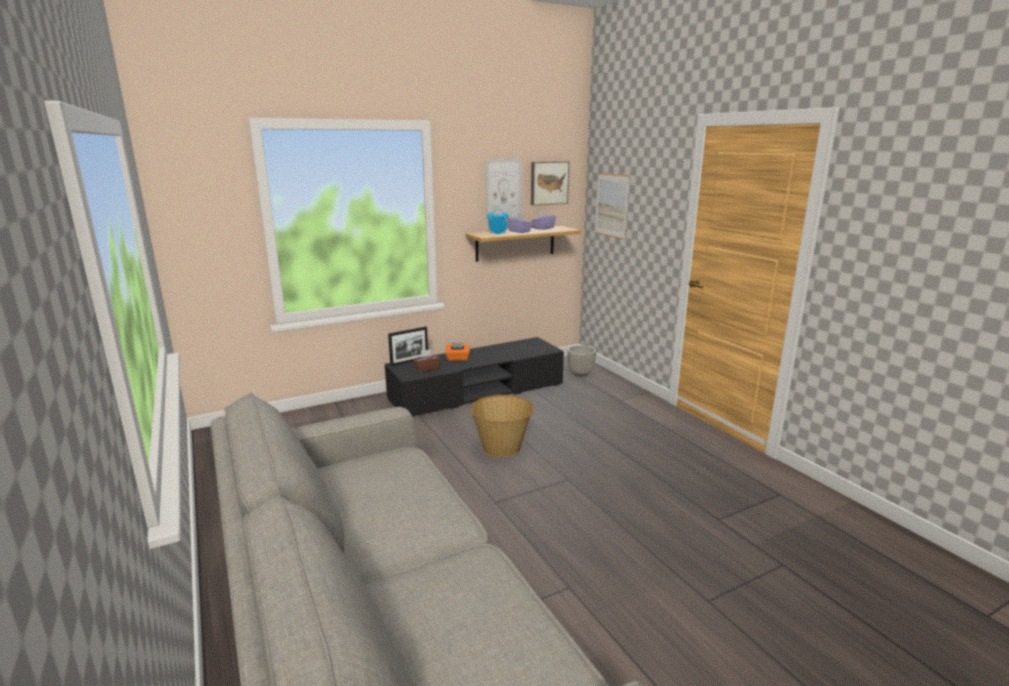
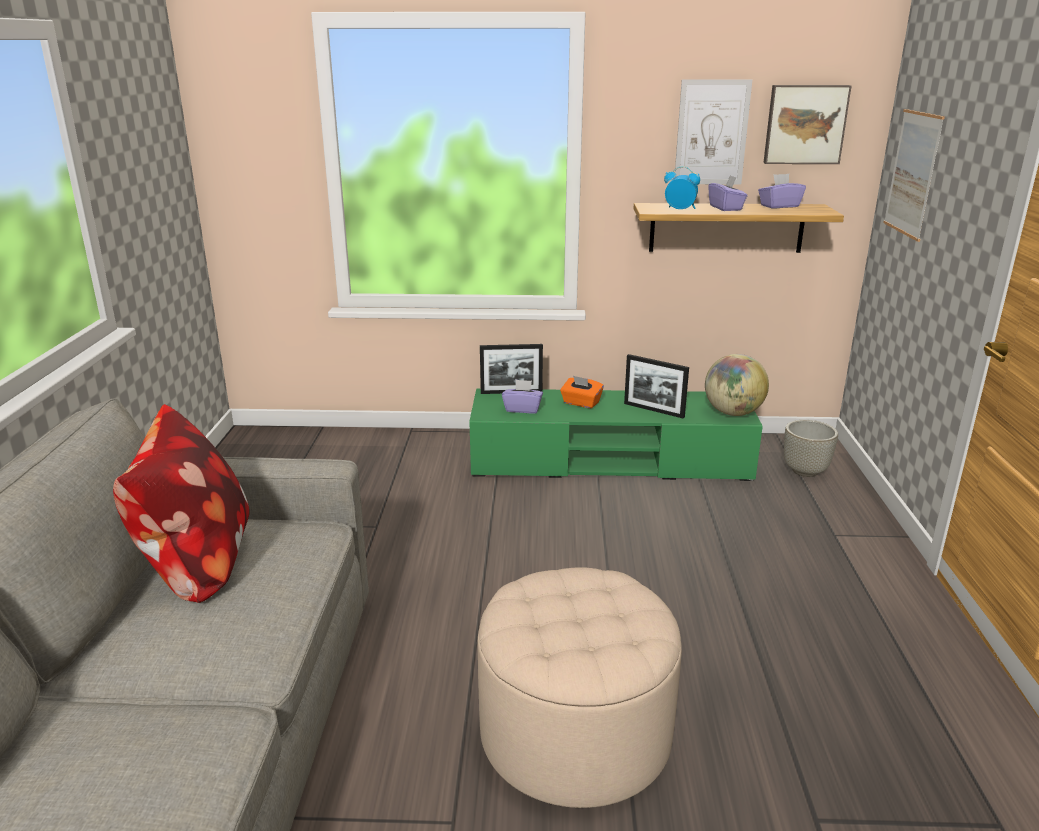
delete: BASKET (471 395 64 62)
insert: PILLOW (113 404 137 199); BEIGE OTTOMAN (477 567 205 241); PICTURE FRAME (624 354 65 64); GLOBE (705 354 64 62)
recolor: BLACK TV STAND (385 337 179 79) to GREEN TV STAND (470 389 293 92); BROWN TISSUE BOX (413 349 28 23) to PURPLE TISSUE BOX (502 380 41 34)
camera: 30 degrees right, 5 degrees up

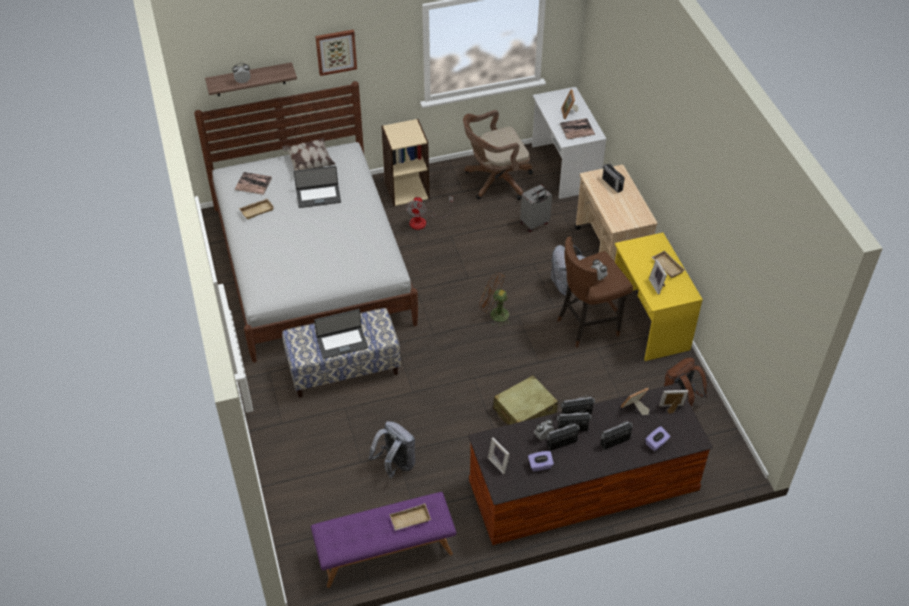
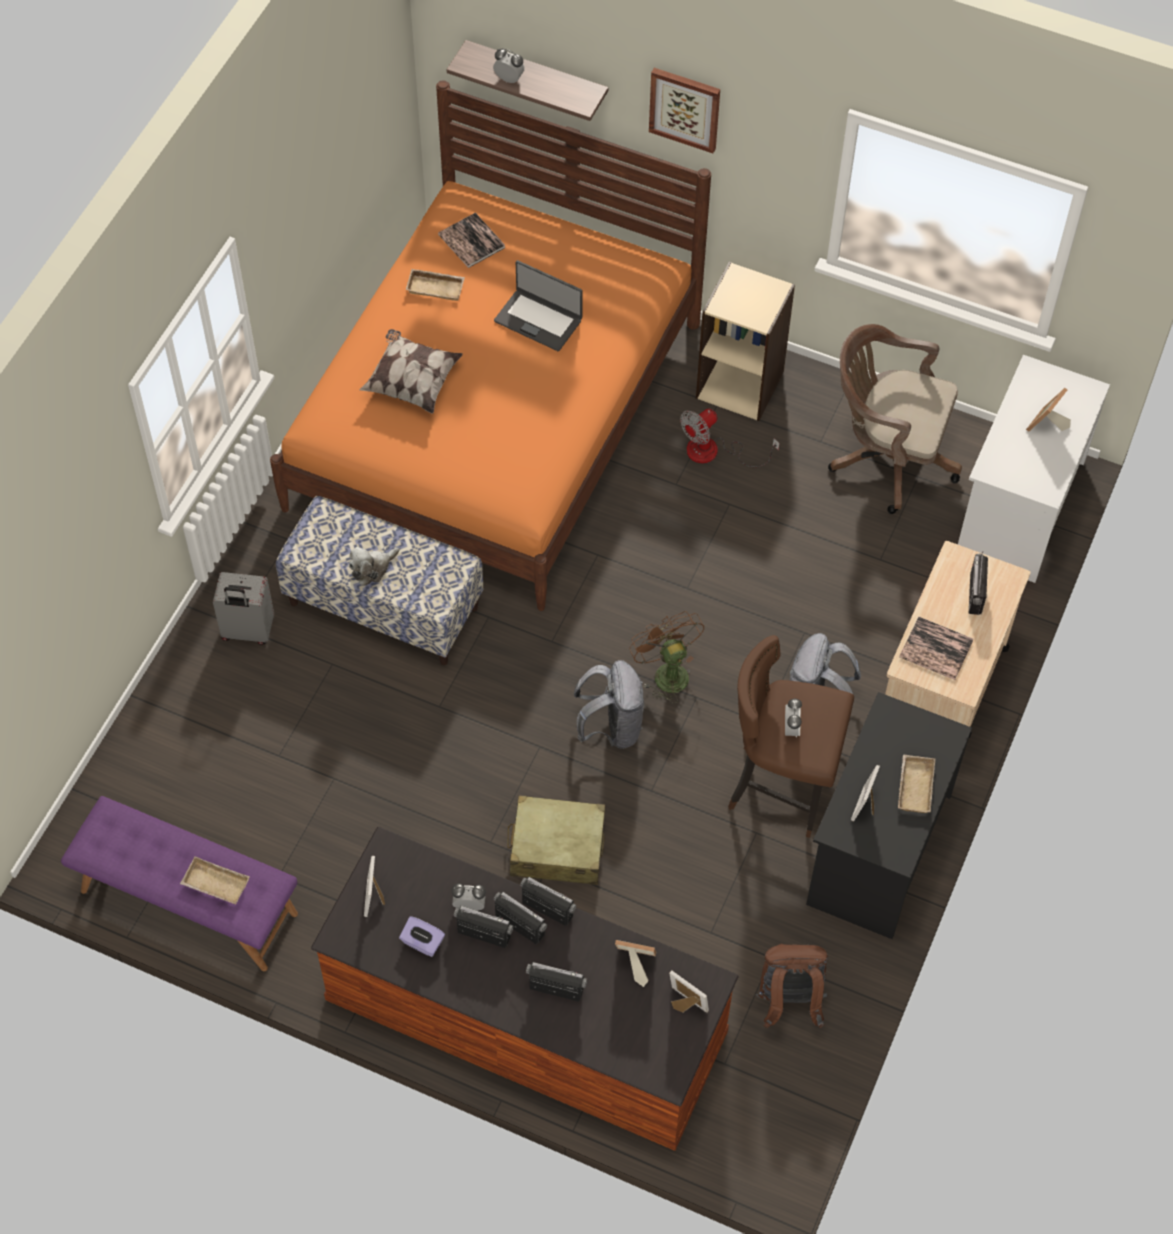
delete: PURPLE TISSUE BOX (645 426 25 25)
move: GREY SUITCASE (520 185 32 47) to (213 572 61 73); PILLOW (282 138 53 33) to (359 329 104 85); GREY BACKPACK (369 421 46 58) to (574 660 70 89); BOOK (560 118 35 22) to (899 617 75 63)
replace: LAPTOP (314 309 54 50) to PLUSH TOY (349 547 51 39)
recolor: WHITE BED (194 81 224 282) to ORANGE BED (270 80 441 531); YELLOW DESK (615 233 88 128) to BLACK DESK (806 692 166 247)
camera: 40 degrees right, 10 degrees up

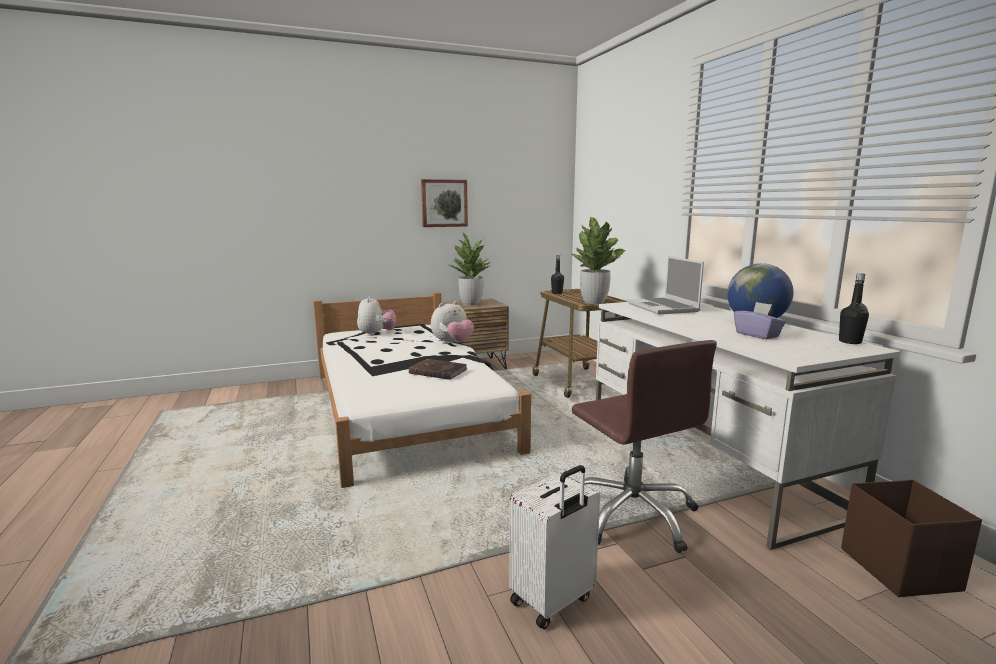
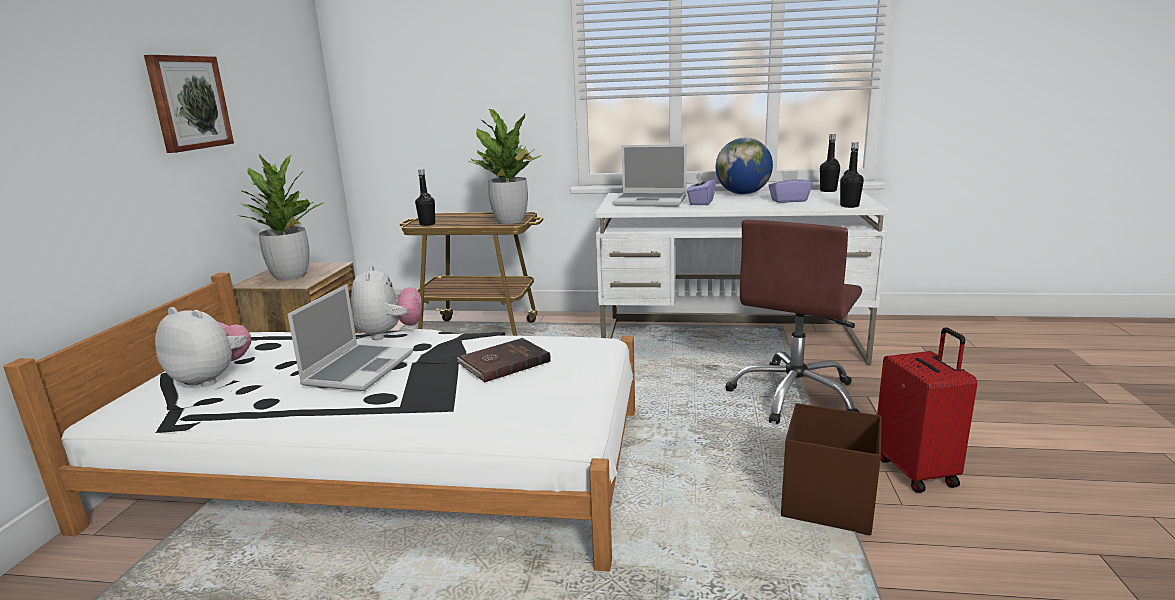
insert: LAPTOP (287 284 126 107); PURPLE TISSUE BOX (687 173 29 32); BLACK BOTTLE (840 142 24 66)
move: BROWN STORAGE BOX (841 479 141 118) to (781 403 100 132)
recolor: WHITE SUITCASE (509 465 91 164) to RED SUITCASE (877 327 101 166)
rotate: BROWN OFFICE CHAIR (572 340 145 213) = (725 220 137 204) 120 degrees clockwise
camera: 60 degrees left, 5 degrees up

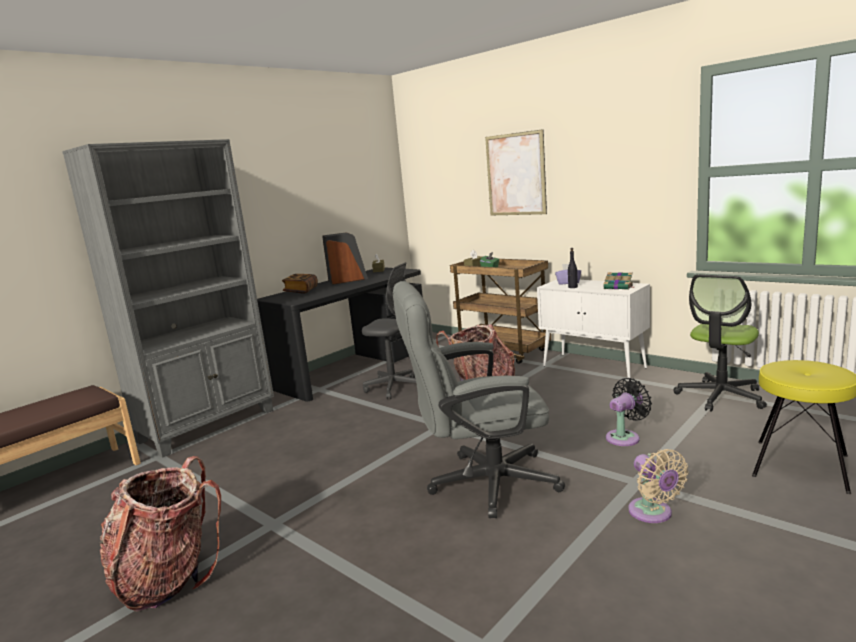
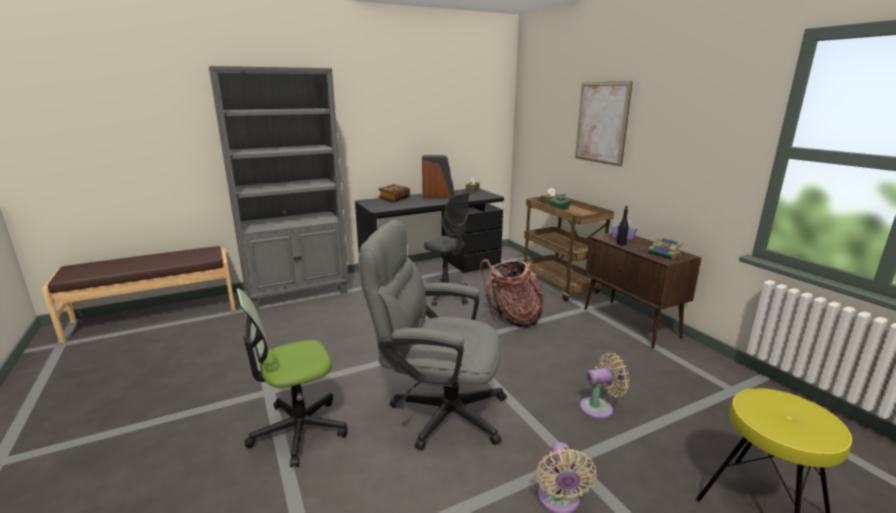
delete: BACKPACK (99 456 122 156)
move: OFFICE CHAIR (674 274 93 138) to (236 288 111 179)
recolor: BLACK FAN (606 378 46 68) to BEIGE FAN (580 352 50 67); WHITE CABINET (537 280 113 101) to BROWN CABINET (584 233 117 115)
camera: 20 degrees right, 5 degrees up

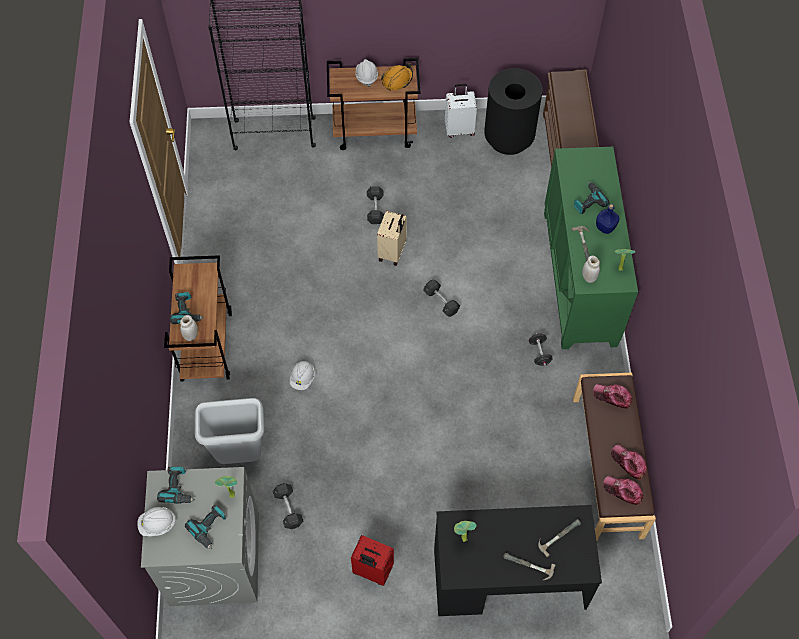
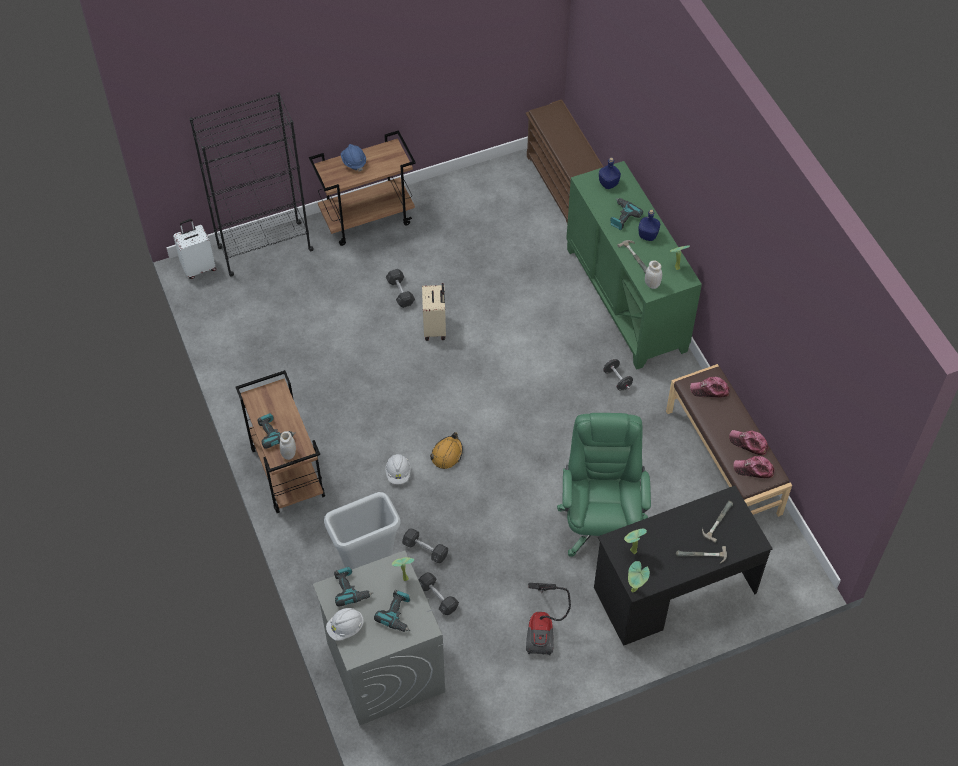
delete: BLACK TRASH CAN (484 68 58 87)
insert: GREEN OFFICE CHAIR (557 413 94 144); BLUE BOTTLE (599 157 22 32); POTTED PLANT (628 561 22 31)
move: WHITE SUITCASE (445 84 32 54) to (173 219 43 60); GREY DUMBBELL (423 279 37 38) to (402 528 46 35); ORANGE HARD HAT (381 62 32 29) to (430 432 33 37)
replace: RED SUITCASE (351 535 43 51) to VACUUM CLEANER (526 583 45 72)
recolor: WHITE HARD HAT (355 59 23 28) to BLUE HARD HAT (341 144 25 28)
camera: 20 degrees left, 5 degrees down

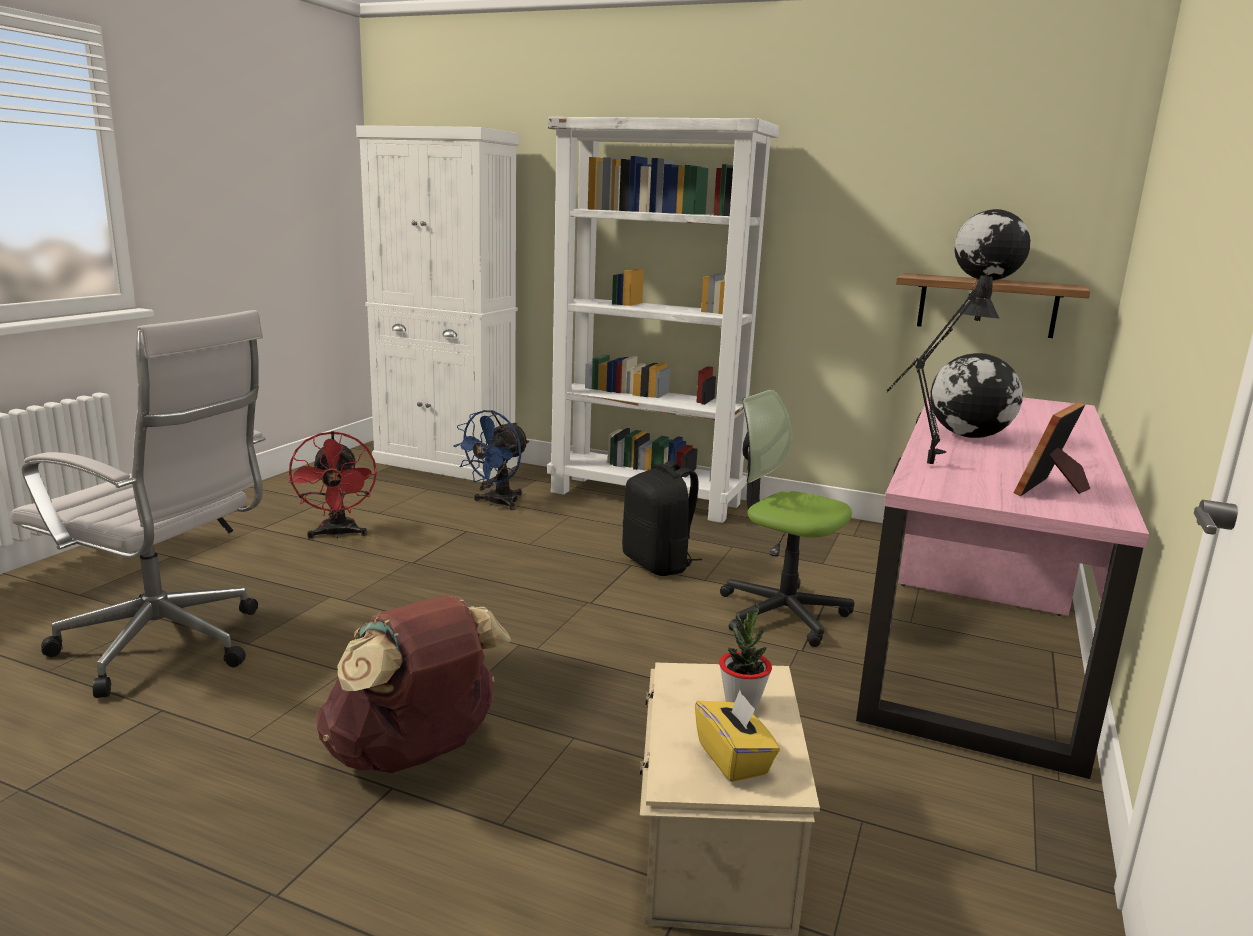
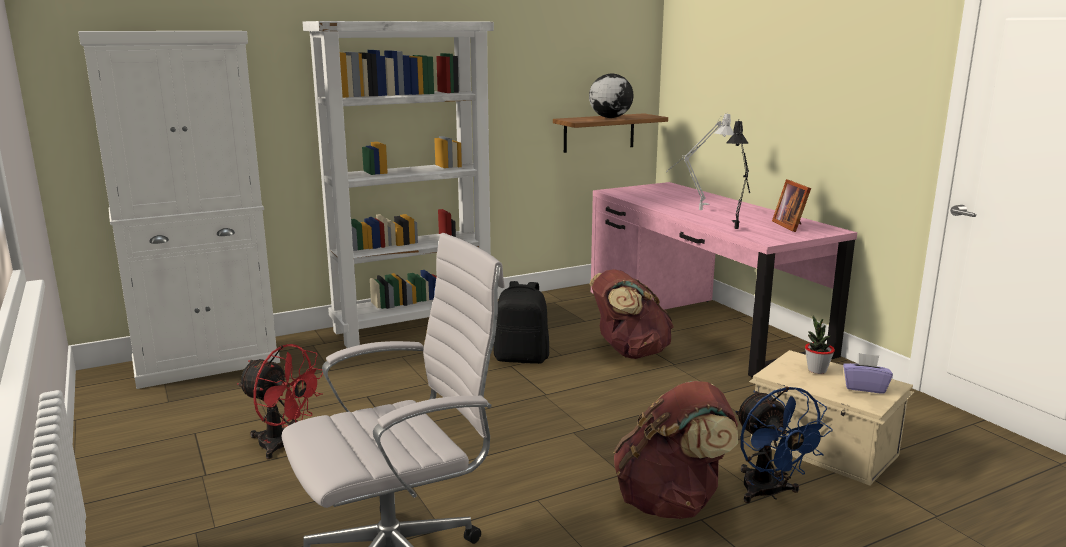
move: BLUE FAN (453 410 76 100) to (736 386 97 117)
replace: OFFICE CHAIR (720 390 134 257) to BROWN BACKPACK (590 269 84 90); GLOBE (930 353 93 85) to GREY TABLE LAMP (666 113 68 97)
recolor: YELLOW TISSUE BOX (695 690 85 92) to PURPLE TISSUE BOX (843 353 50 41)
camera: 50 degrees left, 0 degrees up

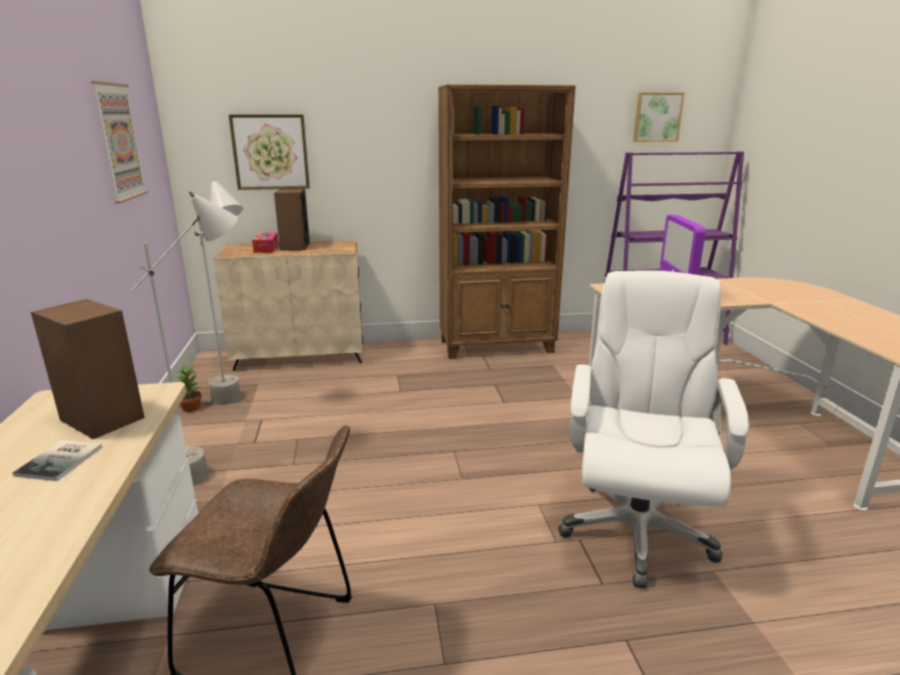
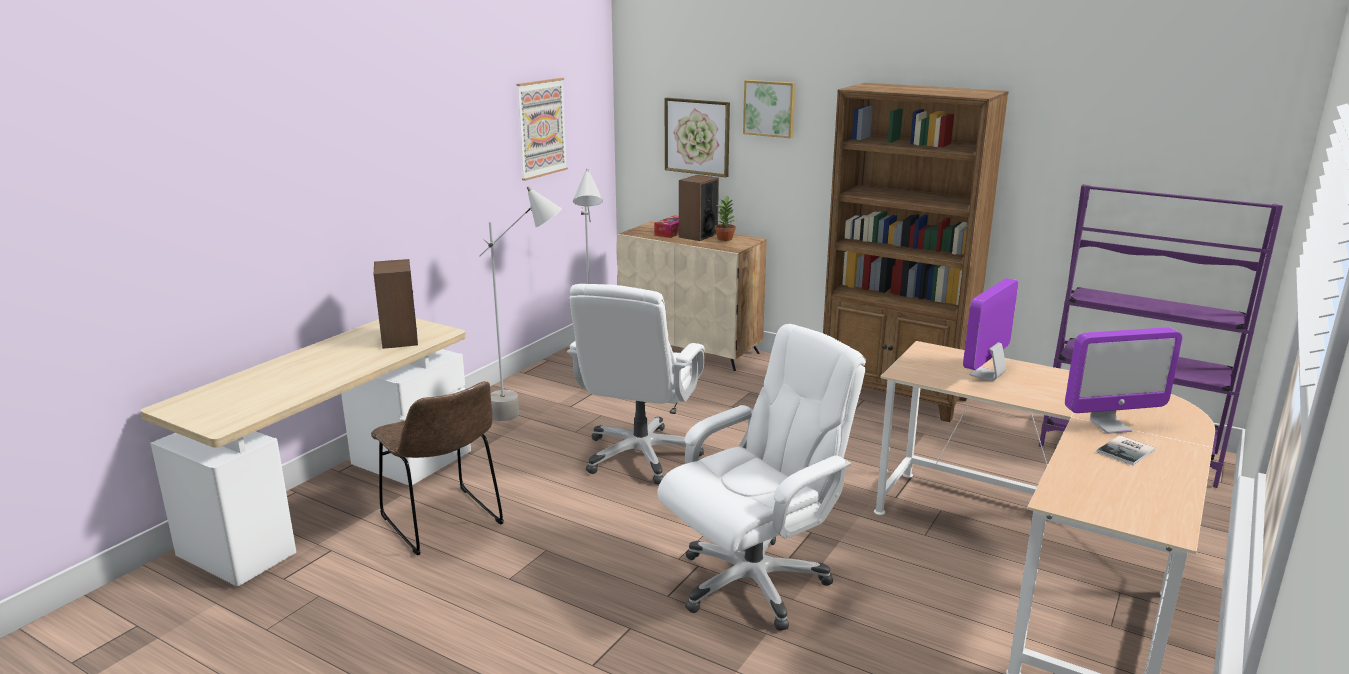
insert: WHITE OFFICE CHAIR (567 284 138 200); MONITOR (1065 327 117 107)
move: POTTED PLANT (175 363 27 49) to (715 196 21 45); PICTURE (633 93 51 49) to (743 80 53 58); BOOK (12 440 90 41) to (1097 435 58 30)
camera: 40 degrees right, 0 degrees up

